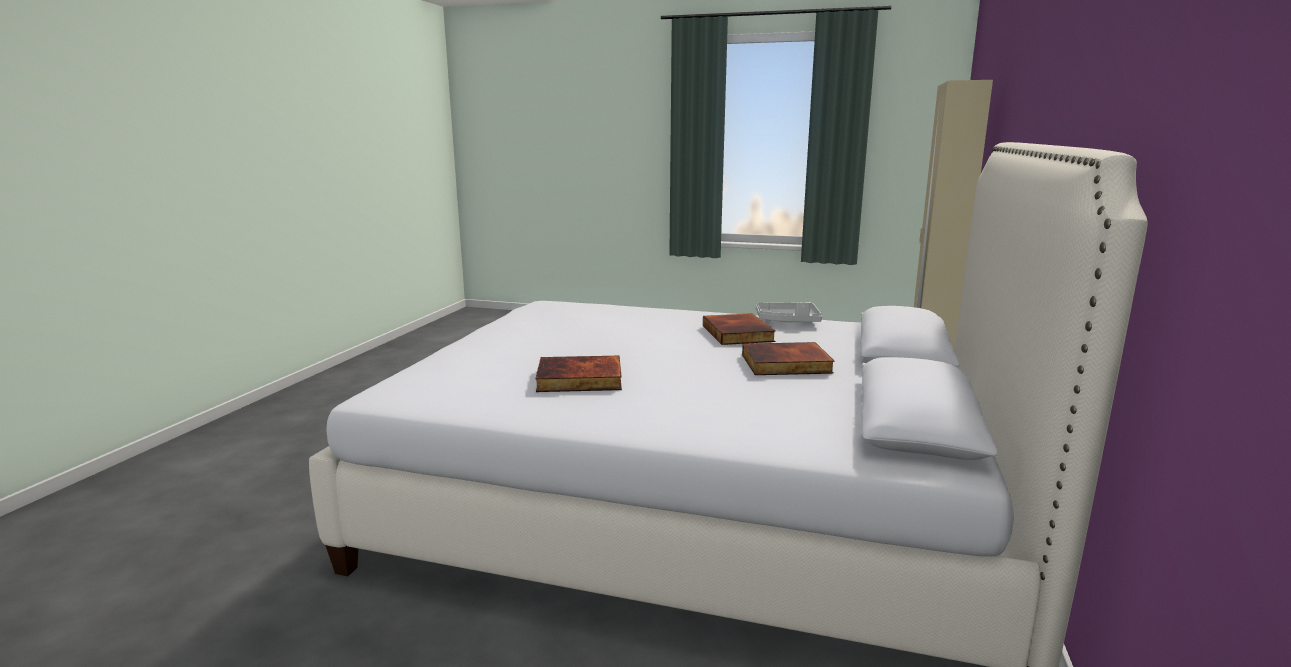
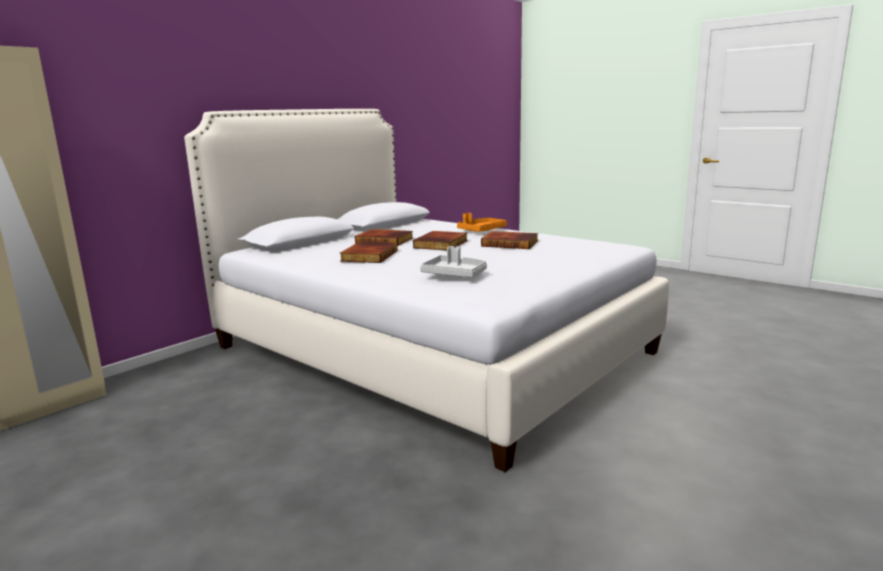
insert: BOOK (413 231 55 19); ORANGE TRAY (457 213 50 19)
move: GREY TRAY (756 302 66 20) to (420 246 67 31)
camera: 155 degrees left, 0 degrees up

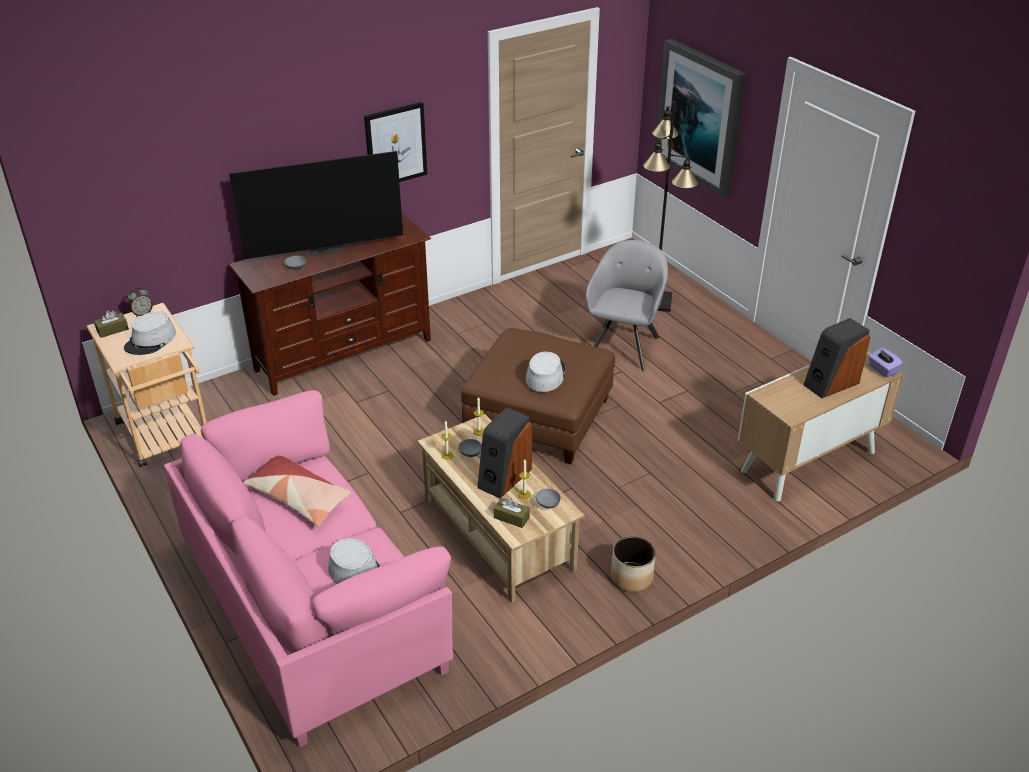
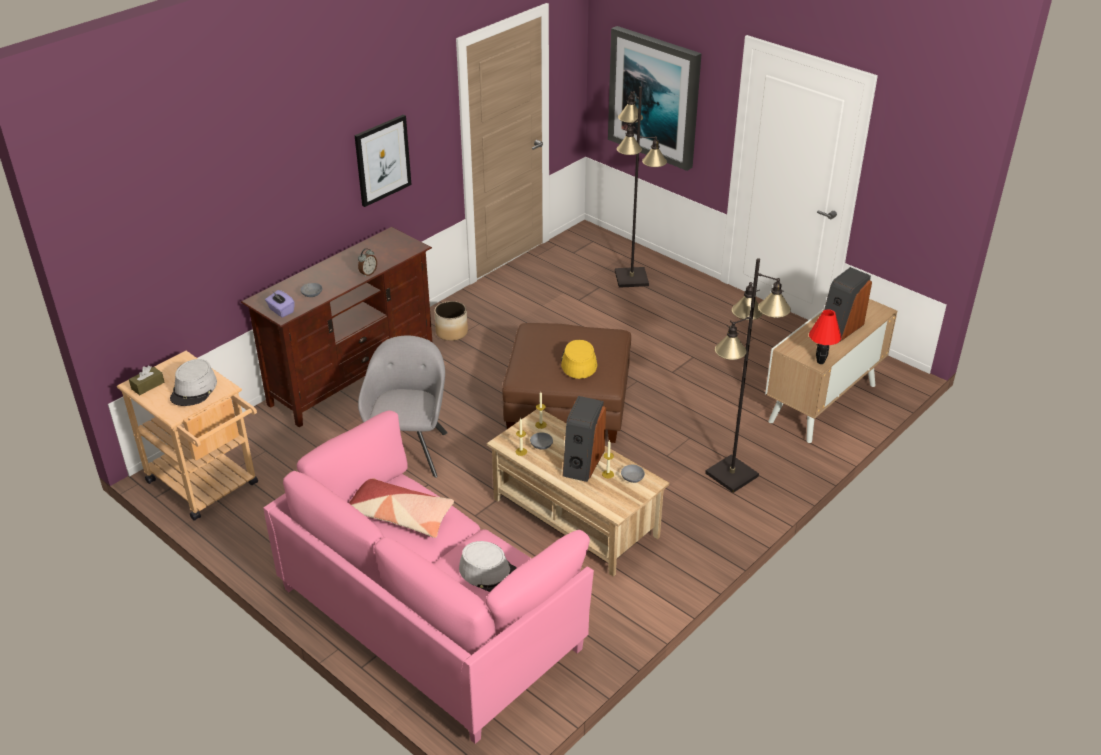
delete: TELEVISION (229 151 174 108); BROWN TISSUE BOX (494 498 36 30)
insert: BLACK FLOOR LAMP (705 258 86 235); RED TABLE LAMP (809 309 32 55)
move: PURPLE TISSUE BOX (868 348 35 30) to (265 290 30 28); ALARM CLOCK (128 287 25 30) to (358 248 19 29); GREY ARMCHAIR (586 240 82 132) to (358 335 89 143); PLANTER (611 536 45 56) to (435 301 33 40)
recolor: GREY HAT (526 351 39 41) to YELLOW HAT (561 340 37 39)
camera: 15 degrees left, 0 degrees up

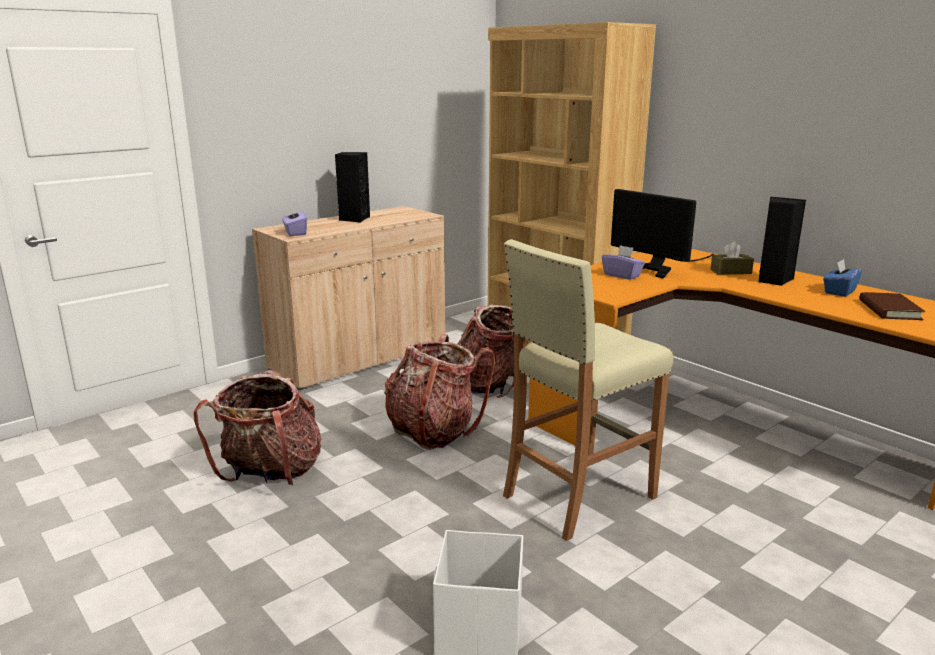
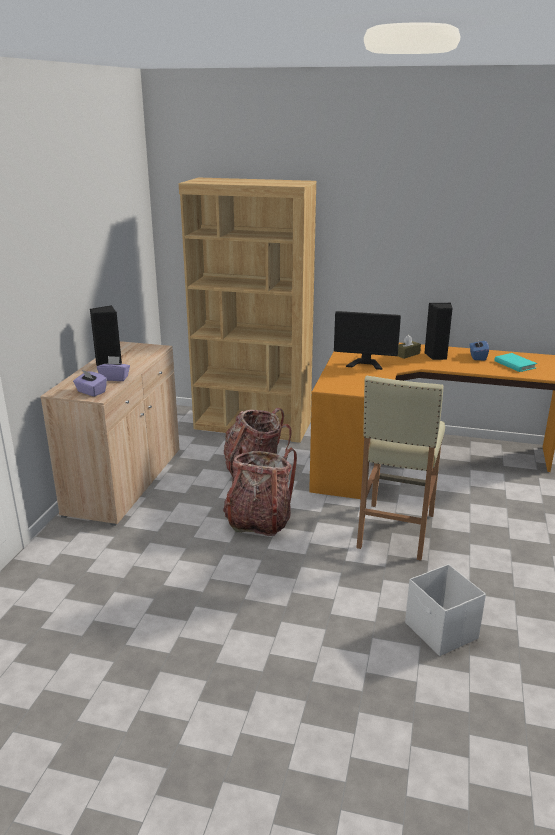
delete: BACKPACK (194 370 127 116)
move: PURPLE TISSUE BOX (602 245 43 35) to (97 356 33 25)
recolor: BROWN BOOK (859 292 66 28) to TURQUOISE BOOK (494 353 43 19)
camera: 35 degrees left, 5 degrees up

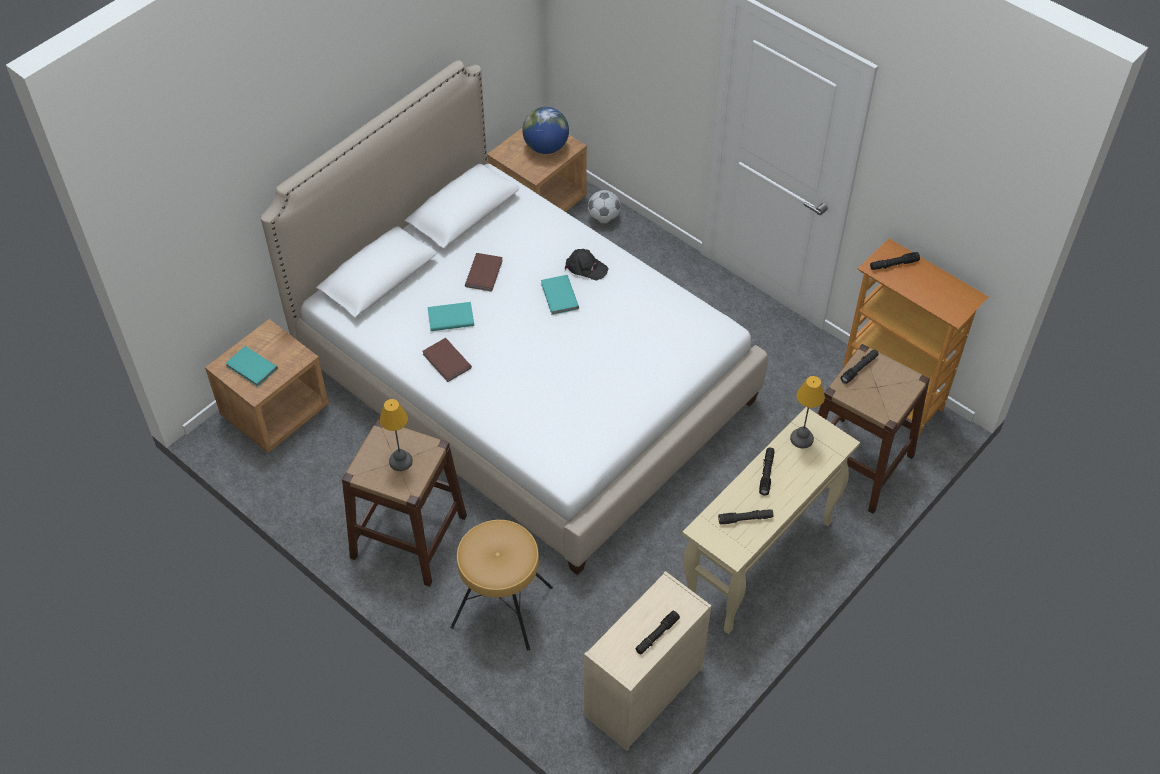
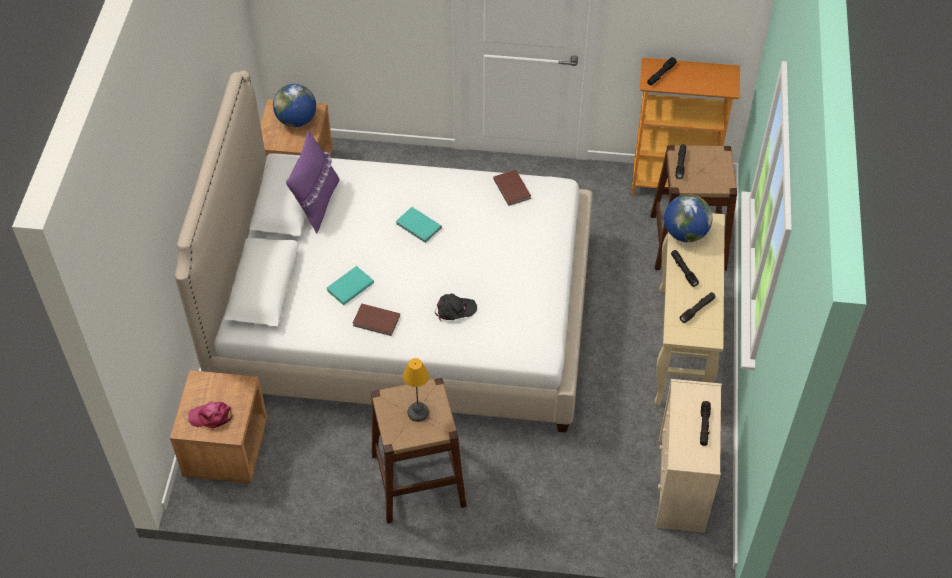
delete: BROWN STOOL (451 520 102 130); FOOTBALL (588 190 33 33)
insert: PURPLE PILLOW (286 130 53 104)
move: BLACK CAP (565 249 44 32) to (435 293 42 28); BROWN BOOK (465 253 38 39) to (493 170 38 36)
replace: TURQUOISE BOOK (226 346 52 41) to PINK CAP (188 402 44 26); TABLE LAMP (790 376 35 73) to GLOBE (664 194 49 48)
camera: 35 degrees left, 0 degrees up

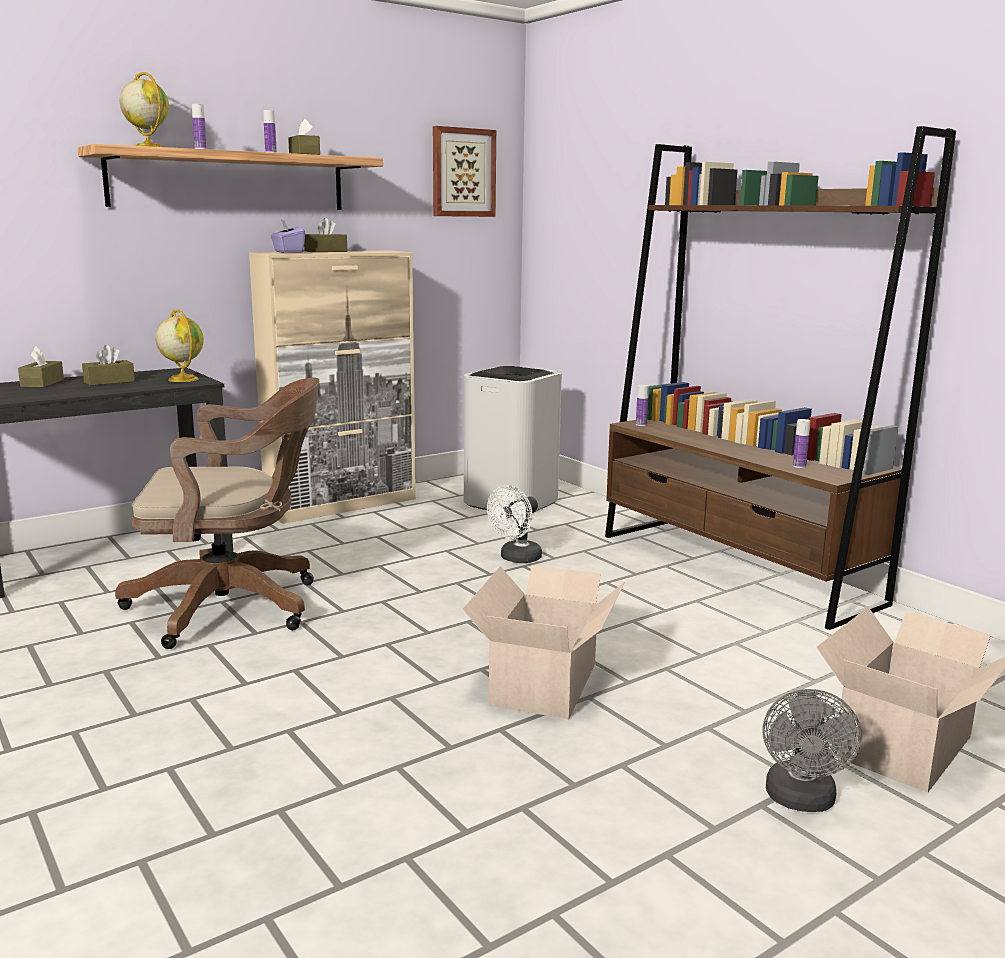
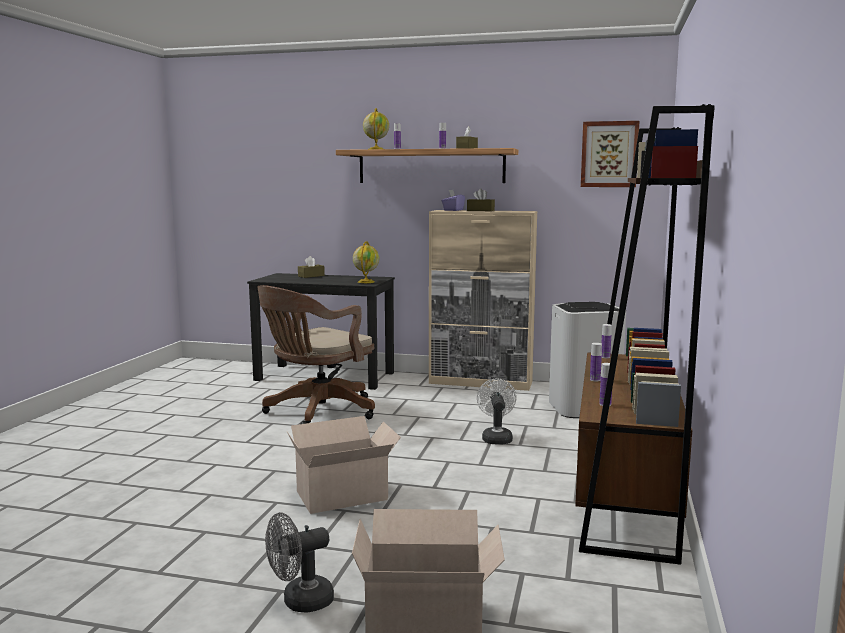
delete: BROWN TISSUE BOX (82 345 53 41)
insert: BOTTLE (590 343 12 39)
rotate: BROWN OFFICE CHAIR (115 378 204 271) = (257 285 118 139) 90 degrees clockwise; WHITE FAN (487 485 55 78) = (477 378 40 67) 90 degrees clockwise
camera: 50 degrees right, 5 degrees down

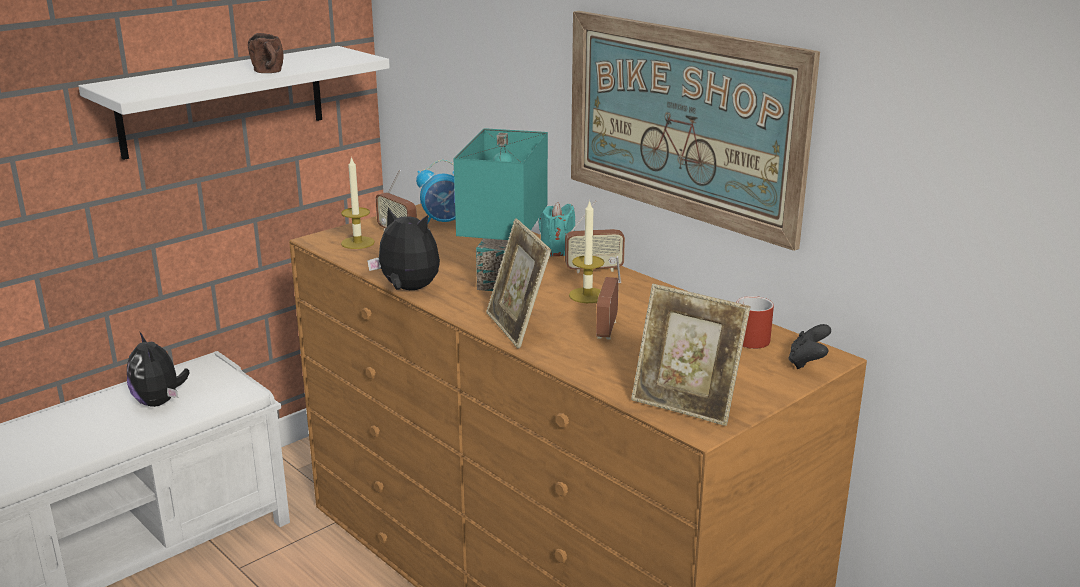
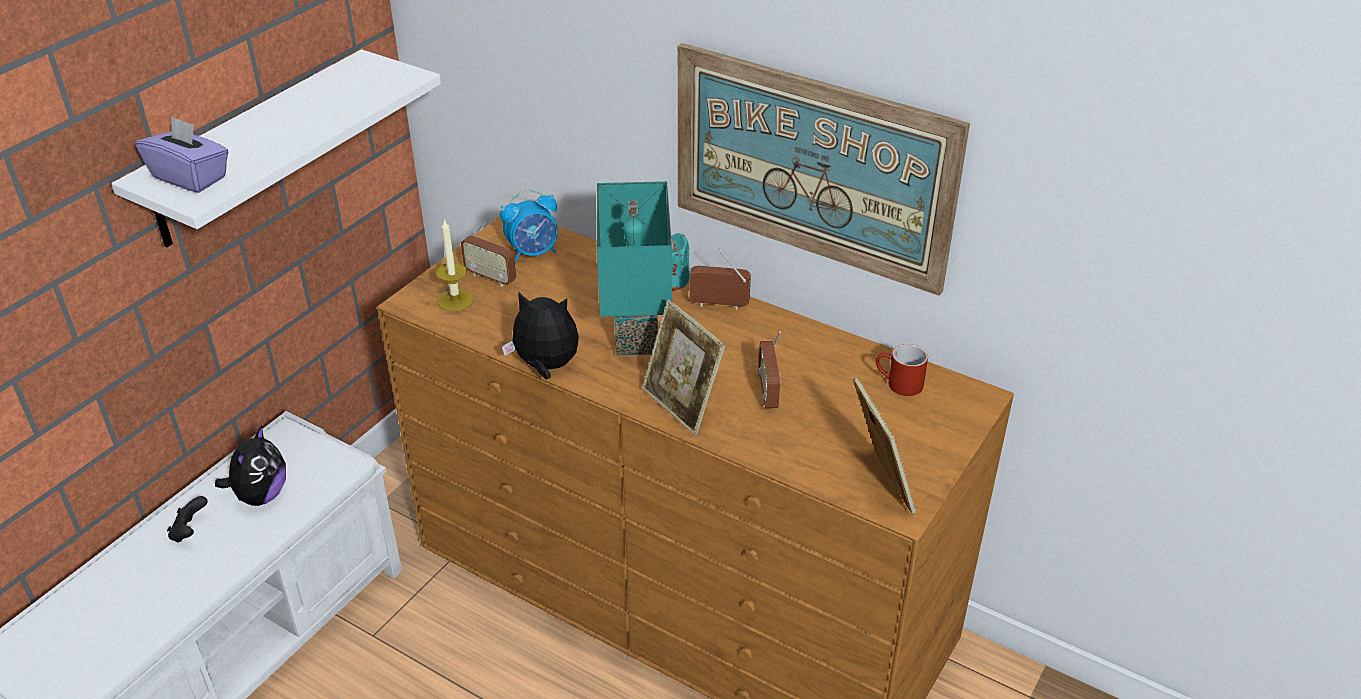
delete: BROWN MUG (248 33 36 40); CANDLE (569 200 36 103)
insert: PURPLE TISSUE BOX (136 116 93 77)
move: BLACK GAME CONTROLLER (789 324 42 45) to (167 496 41 47)
rotate: PLUSH TOY (127 332 63 75) = (215 425 71 81) 120 degrees counterclockwise; RADIO (565 200 60 73) = (689 249 62 61) 150 degrees counterclockwise; PICTURE FRAME (631 284 119 142) = (853 377 63 137) 120 degrees counterclockwise
camera: 15 degrees left, 15 degrees up

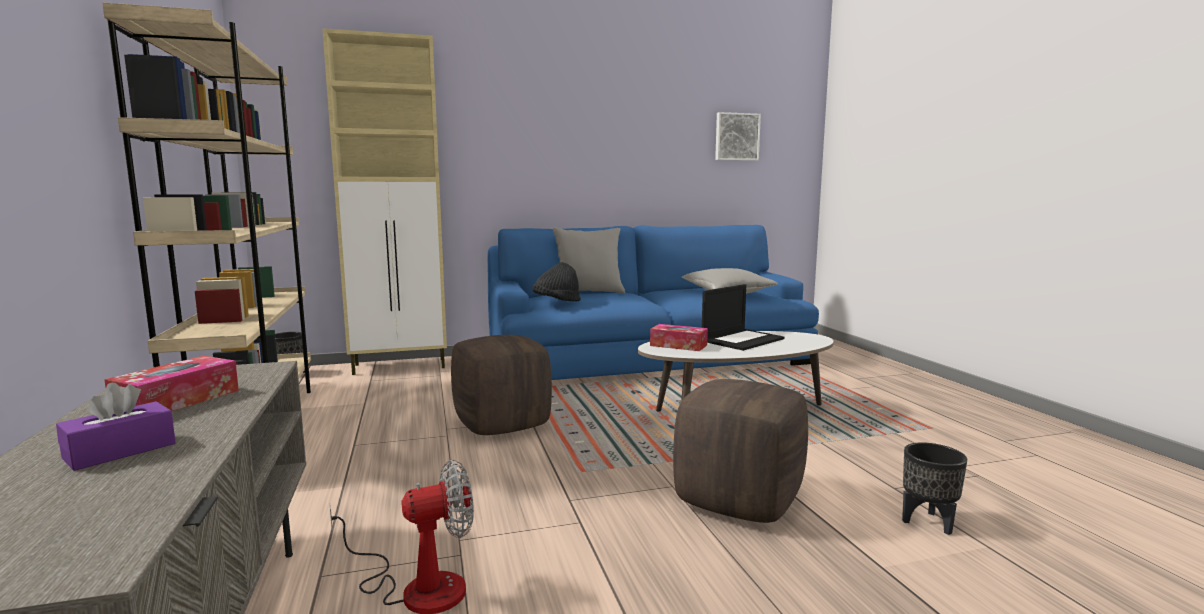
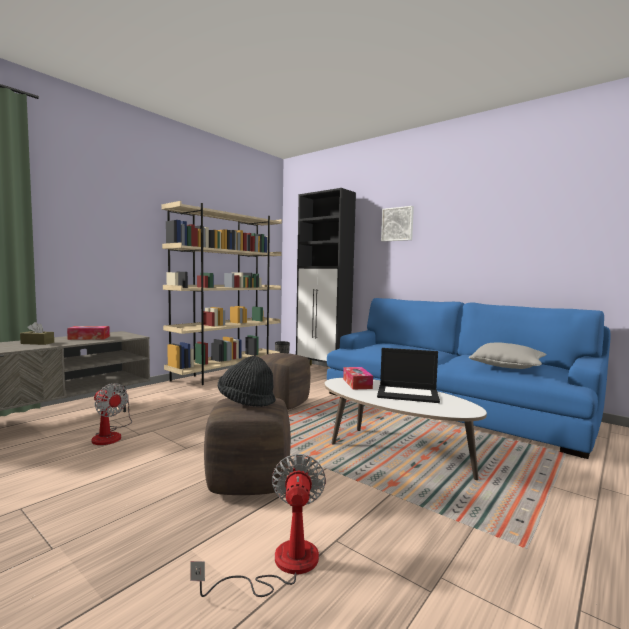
delete: GREY PILLOW (553 228 72 66)
move: BLACK HAT (532 262 49 40) to (218 356 58 51); PICTURE (715 112 46 49) to (381 206 33 36)
replace: BLACK PLANTER (902 442 65 93) to FAN (190 454 136 143)
recolor: PURPLE TISSUE BOX (56 383 120 88) to BROWN TISSUE BOX (20 322 34 23); BEIGE CABINET (322 28 125 347) to BLACK CABINET (296 188 60 178)
camera: 55 degrees right, 5 degrees down

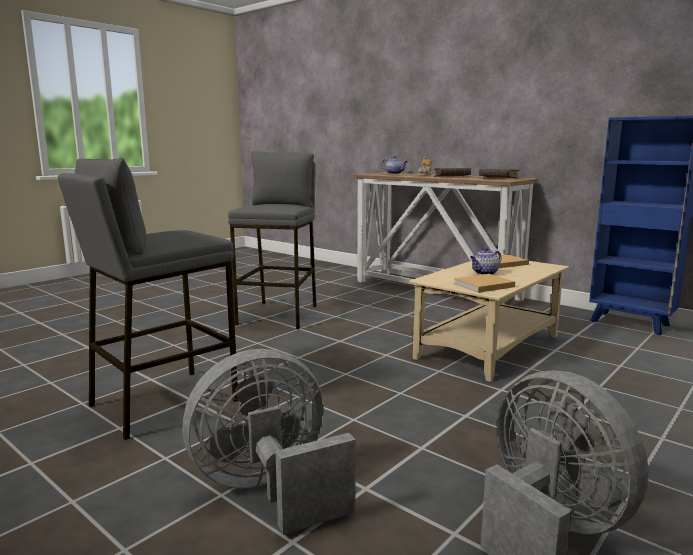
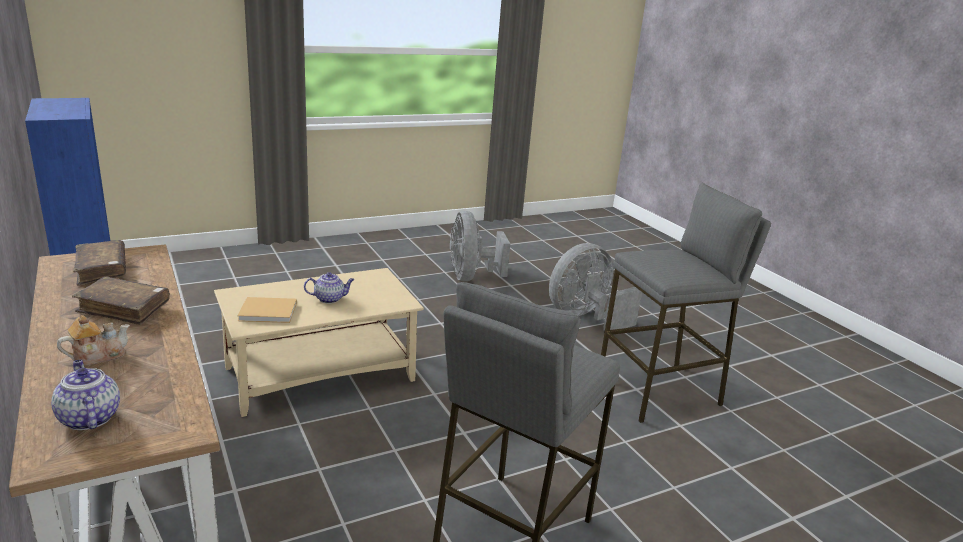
delete: BEIGE BOOK (454 274 61 19)
rotate: GREY FAN (183 349 173 186) = (549 243 93 88) 150 degrees clockwise
camera: 160 degrees left, 10 degrees up

